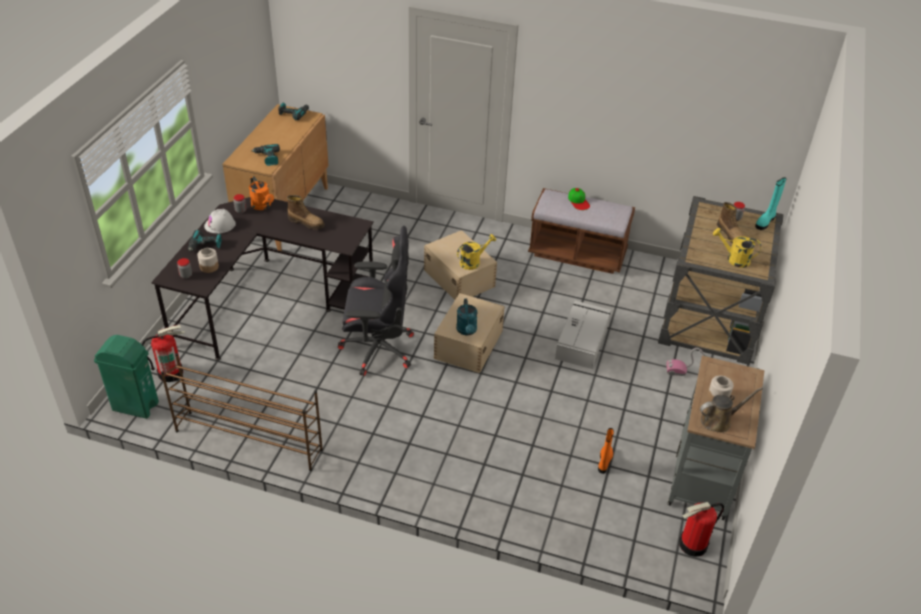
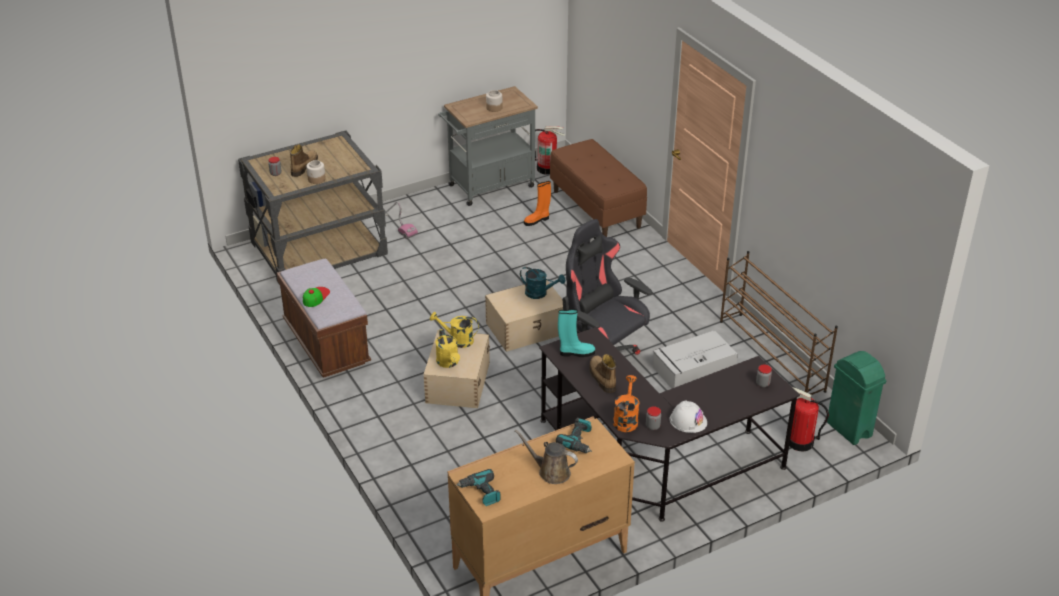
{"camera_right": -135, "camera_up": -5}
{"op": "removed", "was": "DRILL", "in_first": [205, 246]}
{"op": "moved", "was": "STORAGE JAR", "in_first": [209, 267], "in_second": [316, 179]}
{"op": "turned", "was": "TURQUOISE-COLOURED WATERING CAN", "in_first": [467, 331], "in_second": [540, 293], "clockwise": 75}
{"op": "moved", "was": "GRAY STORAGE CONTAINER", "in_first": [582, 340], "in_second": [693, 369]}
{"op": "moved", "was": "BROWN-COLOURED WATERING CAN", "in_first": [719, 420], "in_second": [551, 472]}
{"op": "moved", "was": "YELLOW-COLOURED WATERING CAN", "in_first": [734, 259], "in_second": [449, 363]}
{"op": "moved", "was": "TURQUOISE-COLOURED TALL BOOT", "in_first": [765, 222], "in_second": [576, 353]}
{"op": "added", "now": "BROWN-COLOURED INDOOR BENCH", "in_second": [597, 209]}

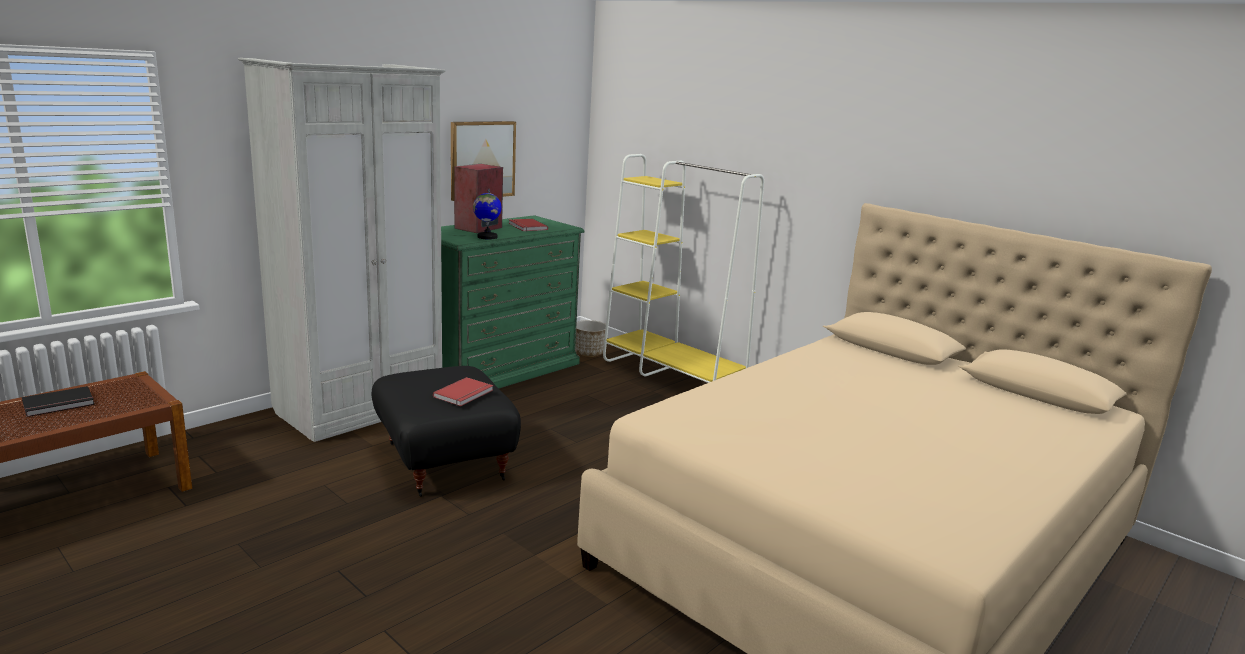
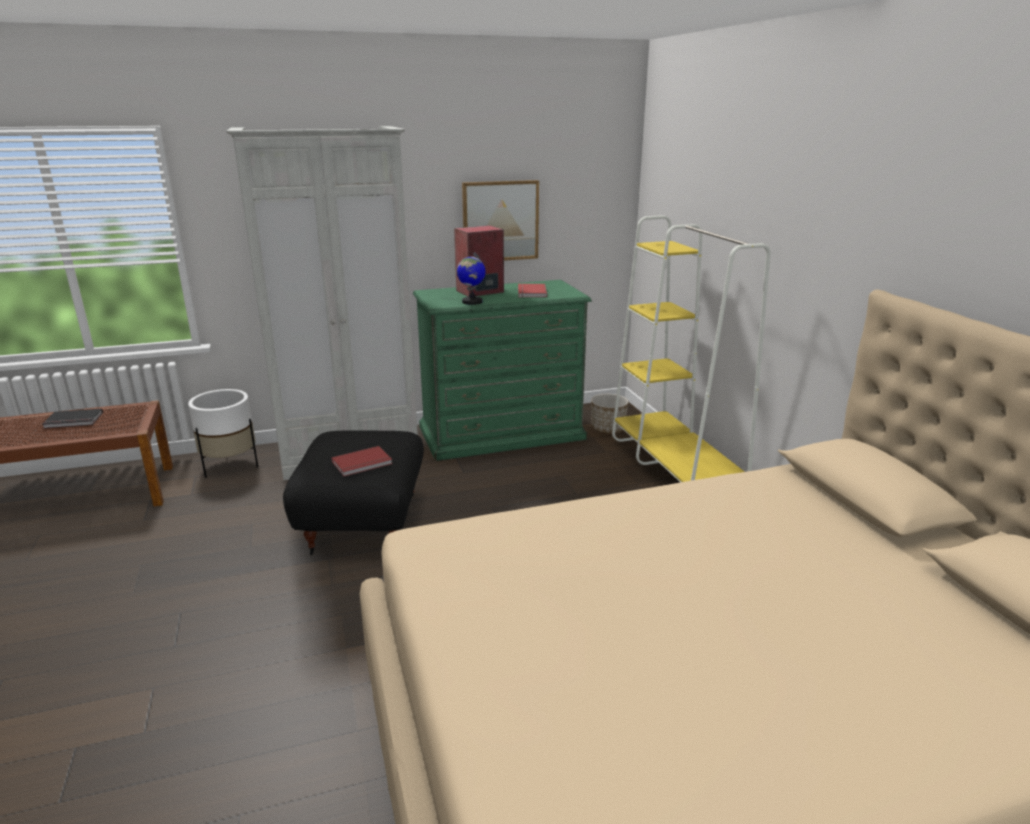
{"camera_right": 30, "camera_up": 5}
{"op": "added", "now": "WHITE-COLOURED PLANTER", "in_second": [230, 466]}

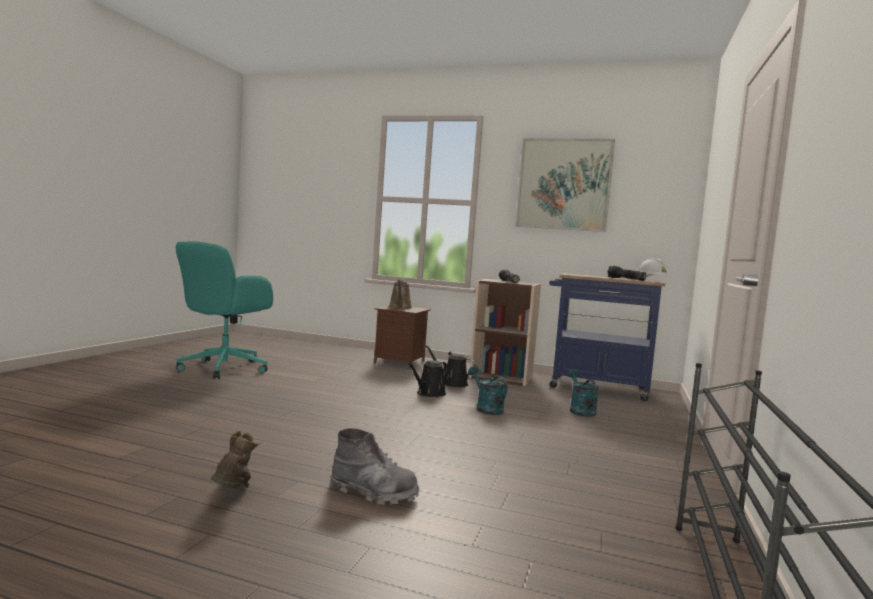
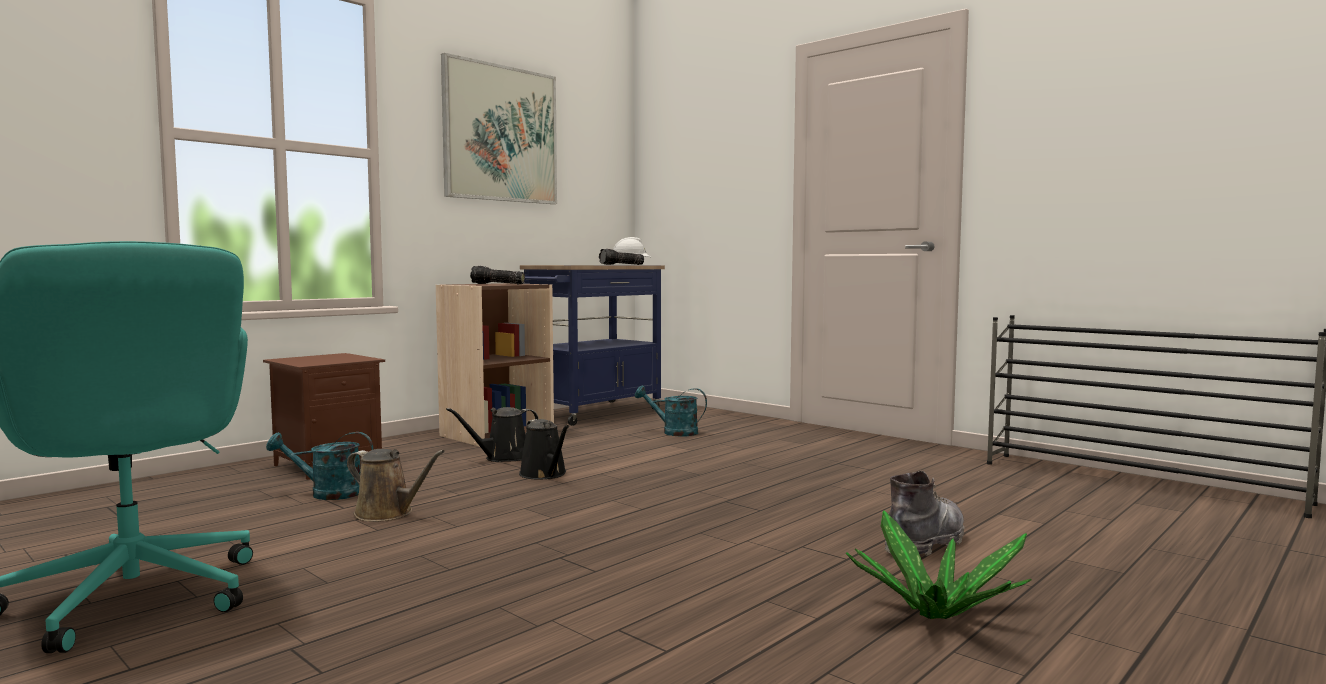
{"camera_right": -65, "camera_up": 0}
{"op": "replaced", "was": "BROWN-COLOURED TALL BOOT", "now": "HOUSEPLANT", "in_first": [234, 493], "in_second": [936, 614]}
{"op": "moved", "was": "BROWN-COLOURED WATERING CAN", "in_first": [400, 307], "in_second": [388, 513]}
{"op": "moved", "was": "TURQUOISE-COLOURED WATERING CAN", "in_first": [486, 408], "in_second": [327, 494]}

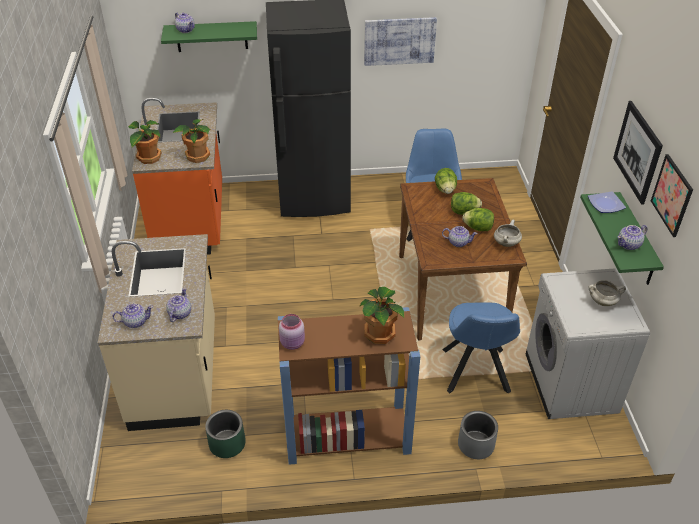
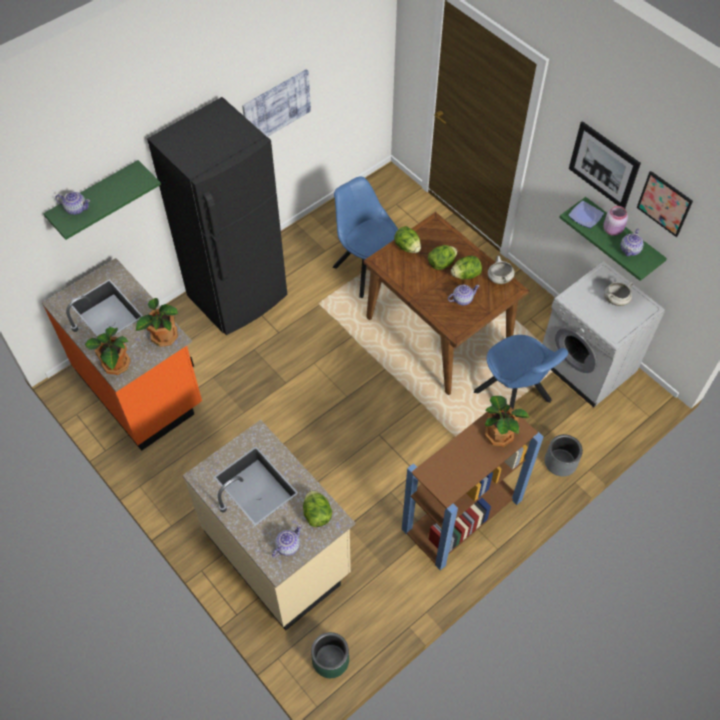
{"camera_right": -35, "camera_up": 15}
{"op": "replaced", "was": "TEAPOT", "now": "HEAD OF LETTUCE", "in_first": [179, 313], "in_second": [317, 514]}
{"op": "moved", "was": "GREENISH PLANTER", "in_first": [227, 444], "in_second": [330, 660]}
{"op": "moved", "was": "PINK-COLOURED STORAGE JAR", "in_first": [293, 343], "in_second": [613, 230]}

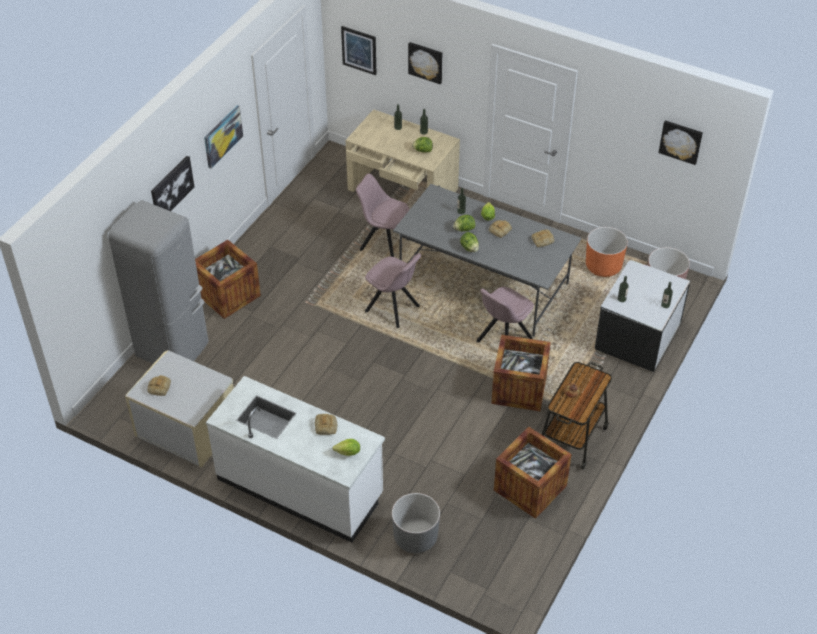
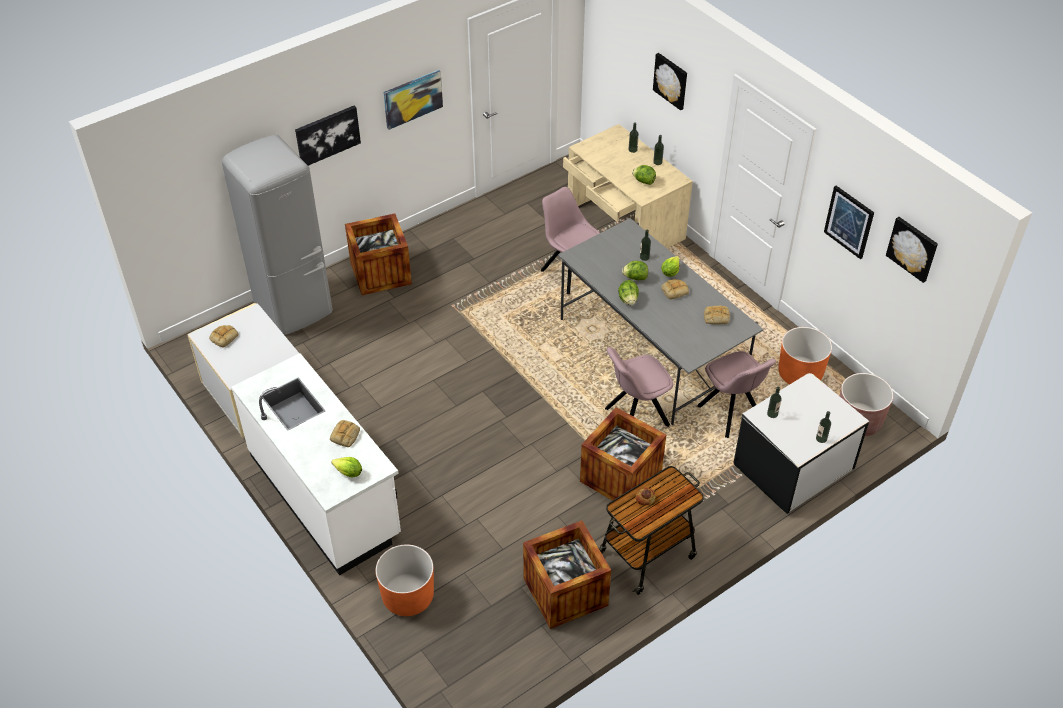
{"camera_right": 25, "camera_up": 0}
{"op": "moved", "was": "WALL ART", "in_first": [359, 50], "in_second": [849, 222]}
{"op": "moved", "was": "PINK-COLOURED PLAIN CHAIR", "in_first": [393, 309], "in_second": [731, 413]}
{"op": "recoloured", "was": "GRAY PLANTER", "now": "ORANGE-COLOURED PLANTER", "in_first": [415, 537], "in_second": [408, 596]}

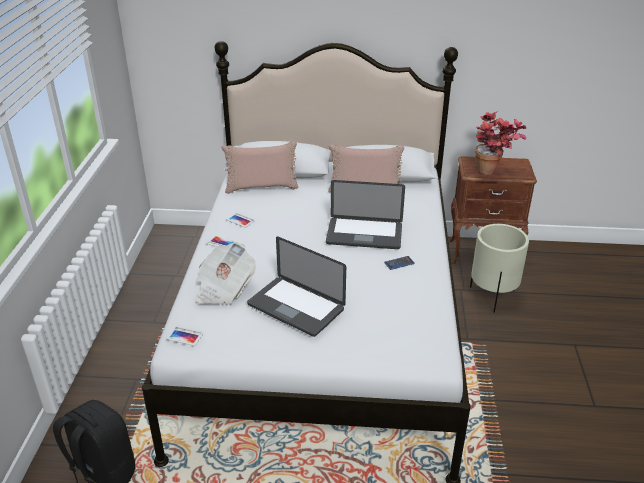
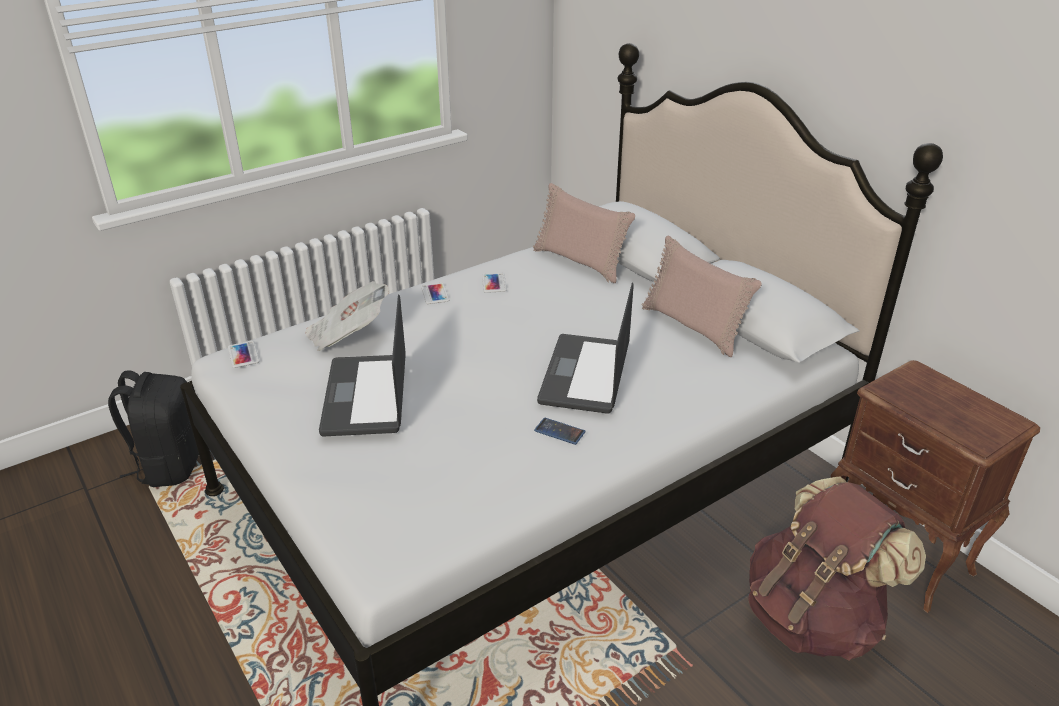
{"camera_right": 50, "camera_up": 0}
{"op": "turned", "was": "NOTEBOOK COMPUTER", "in_first": [364, 234], "in_second": [585, 375], "clockwise": 45}
{"op": "replaced", "was": "BEIGE-COLOURED PLANTER", "now": "BROWN-COLOURED BACKPACK", "in_first": [492, 296], "in_second": [813, 617]}
{"op": "removed", "was": "HOUSEPLANT", "in_first": [492, 173]}

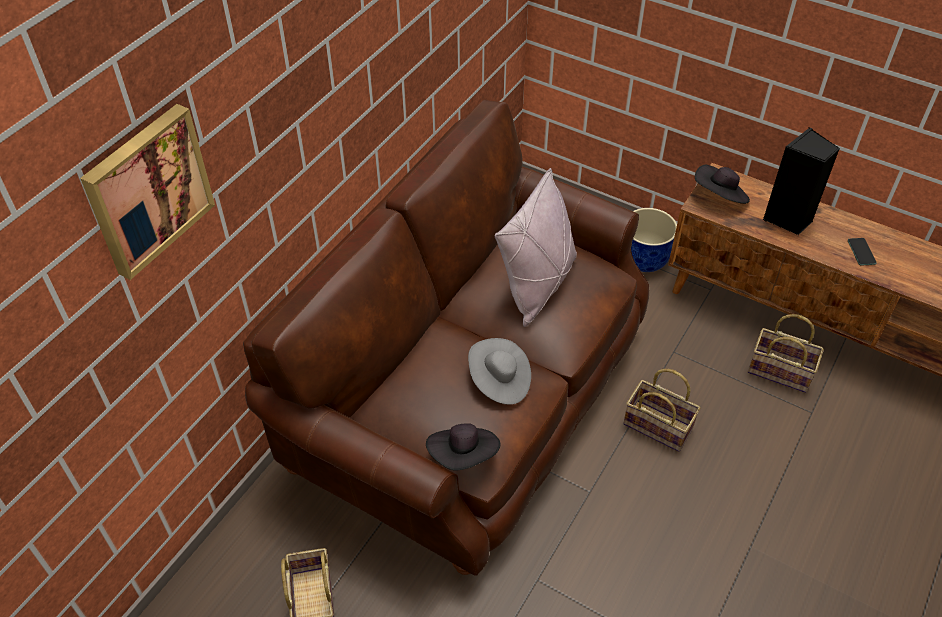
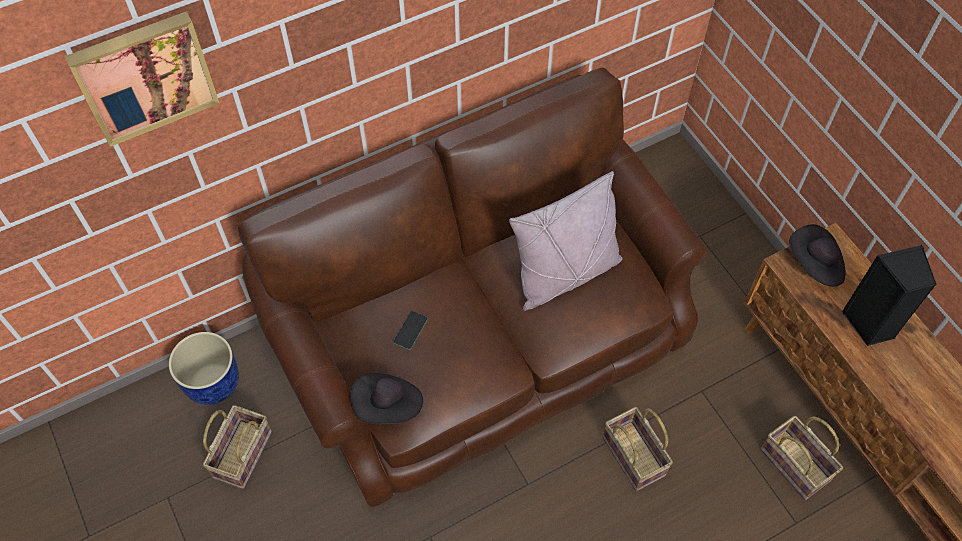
{"camera_right": 30, "camera_up": 10}
{"op": "removed", "was": "GRAY HAT", "in_first": [499, 381]}
{"op": "moved", "was": "BLUE-COLOURED PLANTER", "in_first": [644, 258], "in_second": [213, 382]}
{"op": "moved", "was": "PHONE", "in_first": [861, 252], "in_second": [410, 330]}

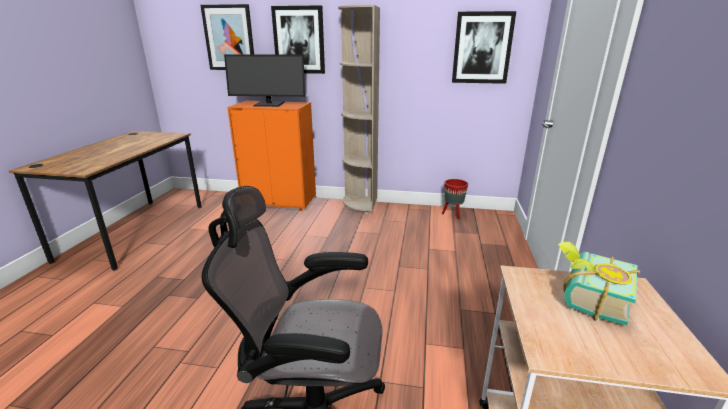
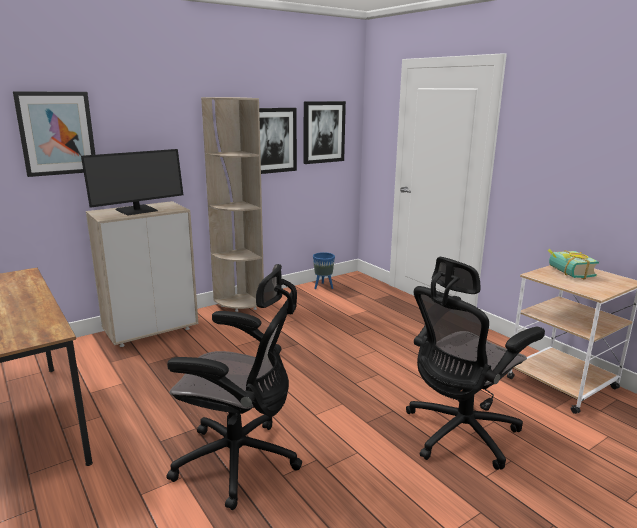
{"camera_right": -45, "camera_up": -5}
{"op": "recoloured", "was": "ORANGE-COLOURED CABINET", "now": "BEIGE-COLOURED CABINET", "in_first": [281, 203], "in_second": [152, 331]}
{"op": "moved", "was": "WALL ART", "in_first": [299, 40], "in_second": [273, 140]}
{"op": "recoloured", "was": "REDDISH PLANTER", "now": "BLUE-COLOURED PLANTER", "in_first": [453, 215], "in_second": [323, 287]}
{"op": "added", "now": "COMPUTER CHAIR", "in_second": [238, 460]}

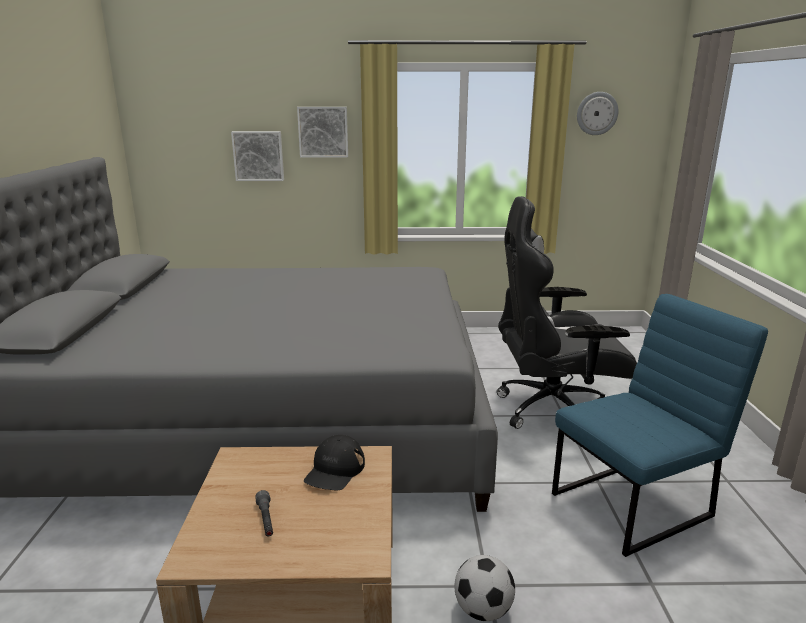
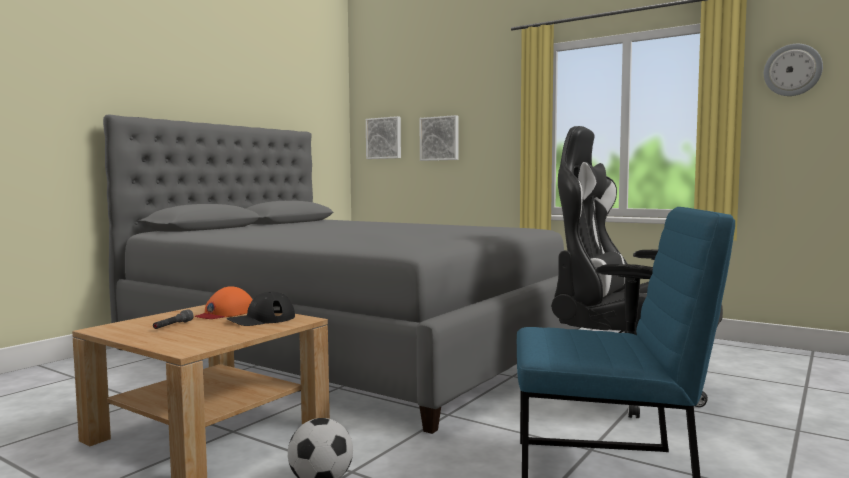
{"camera_right": 35, "camera_up": -15}
{"op": "moved", "was": "WALL ART", "in_first": [323, 132], "in_second": [384, 138]}
{"op": "added", "now": "ORANGE-COLOURED PEAKED CAP", "in_second": [225, 313]}

